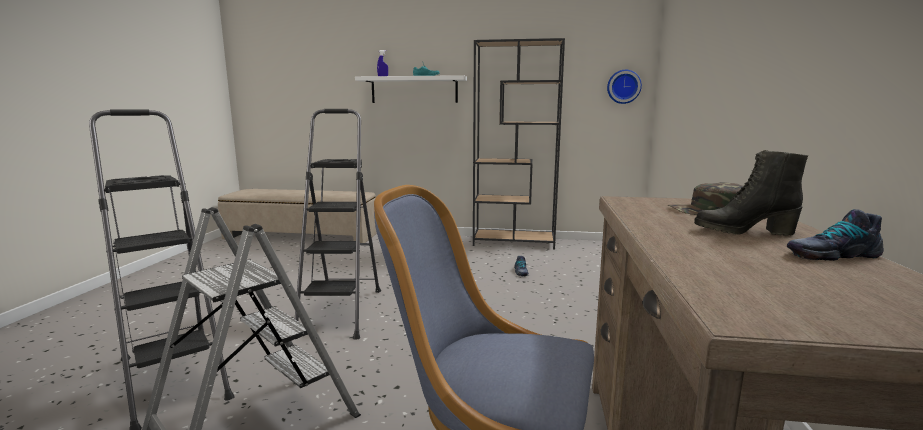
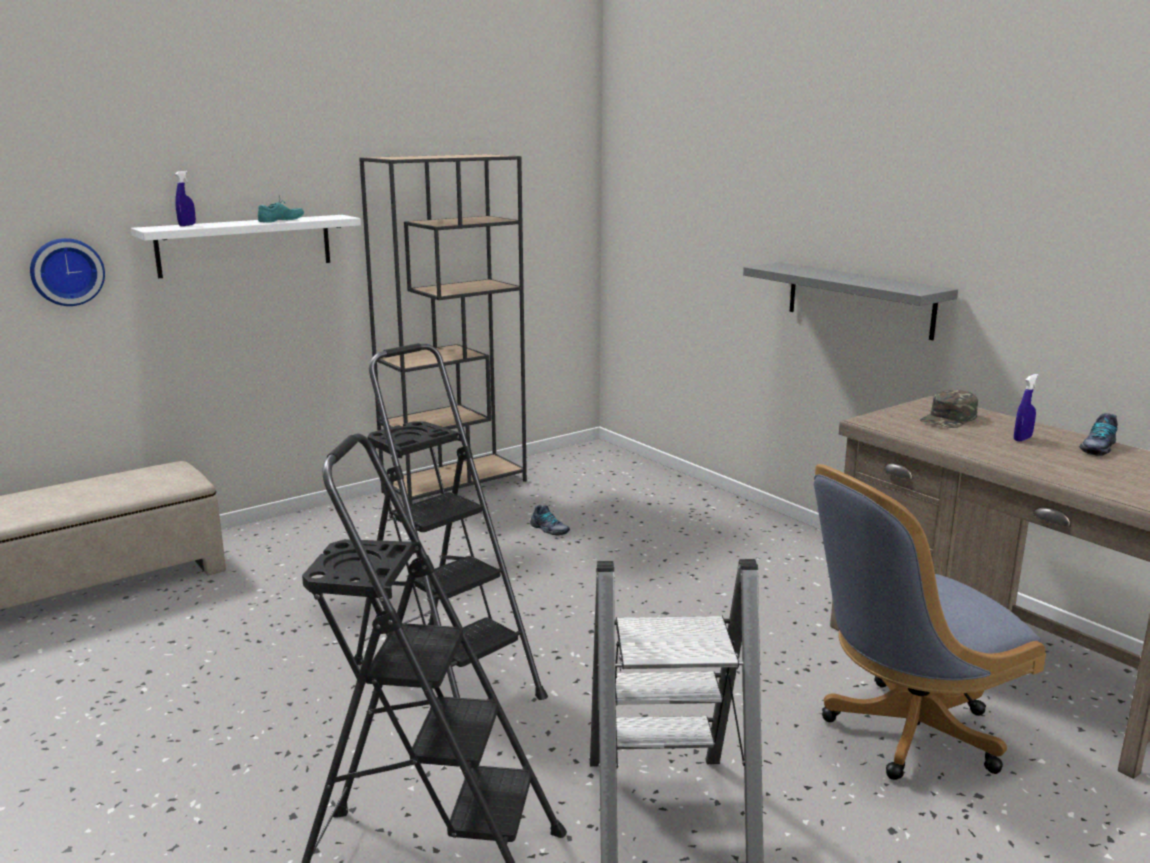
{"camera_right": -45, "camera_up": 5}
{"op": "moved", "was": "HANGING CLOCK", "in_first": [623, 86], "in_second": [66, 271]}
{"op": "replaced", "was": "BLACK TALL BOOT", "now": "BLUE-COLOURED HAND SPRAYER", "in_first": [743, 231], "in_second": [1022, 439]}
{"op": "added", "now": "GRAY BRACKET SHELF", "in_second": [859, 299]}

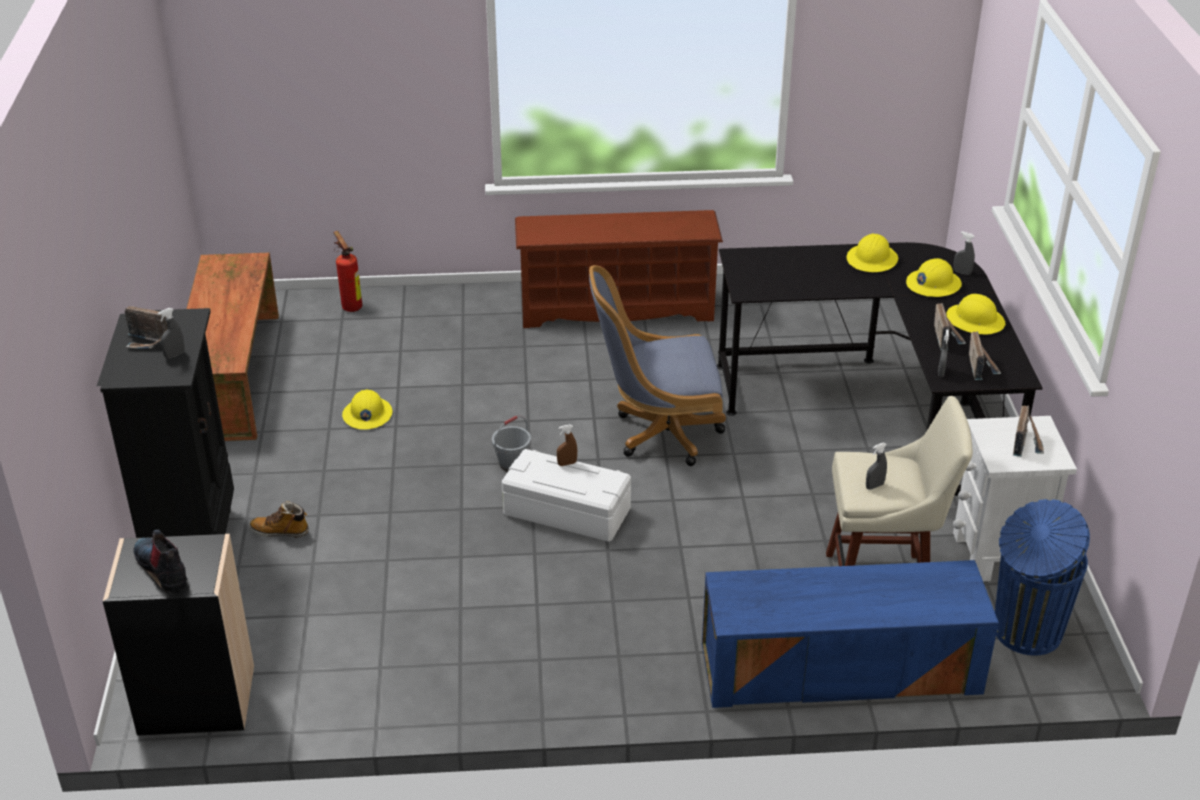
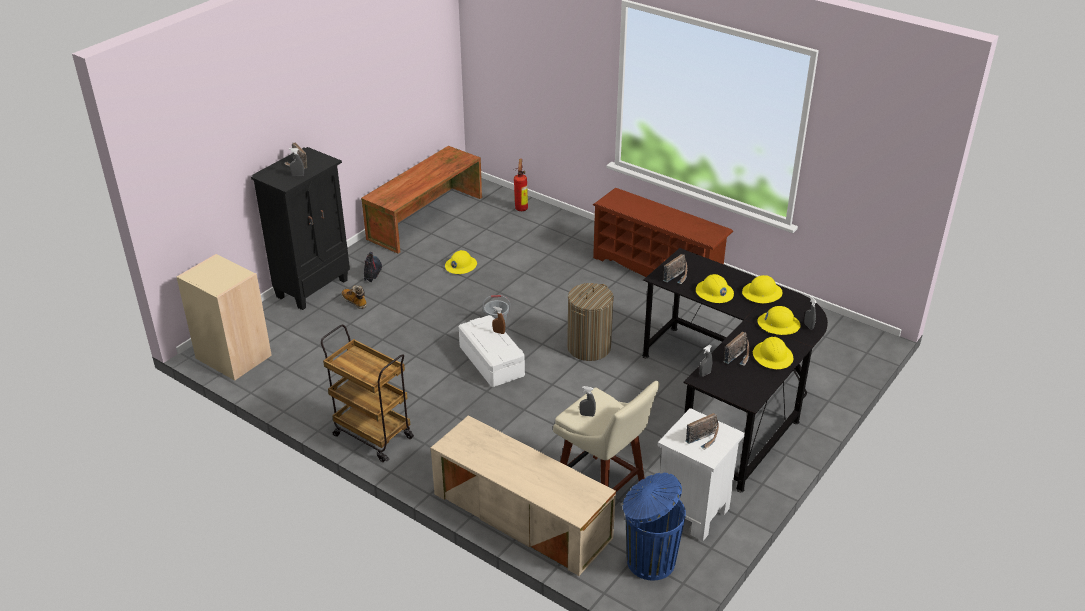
{"camera_right": 40, "camera_up": 0}
{"op": "recoloured", "was": "BLACK BOOKSHELF", "now": "BEIGE-COLOURED BOOKSHELF", "in_first": [195, 701], "in_second": [232, 357]}
{"op": "moved", "was": "TALL BOOT", "in_first": [163, 570], "in_second": [372, 272]}
{"op": "replaced", "was": "BLUE-COLOURED COMPUTER CHAIR", "now": "LAUNDRY BASKET", "in_first": [657, 435], "in_second": [589, 347]}
{"op": "recoloured", "was": "BLUE-COLOURED INDOOR BENCH", "now": "BEIGE-COLOURED INDOOR BENCH", "in_first": [838, 670], "in_second": [519, 516]}
{"op": "moved", "was": "RADIO", "in_first": [981, 367], "in_second": [677, 277]}
{"op": "added", "now": "BROWN-COLOURED CART", "in_second": [372, 436]}
{"op": "added", "now": "YELLOW-COLOURED HARD HAT", "in_second": [714, 293]}

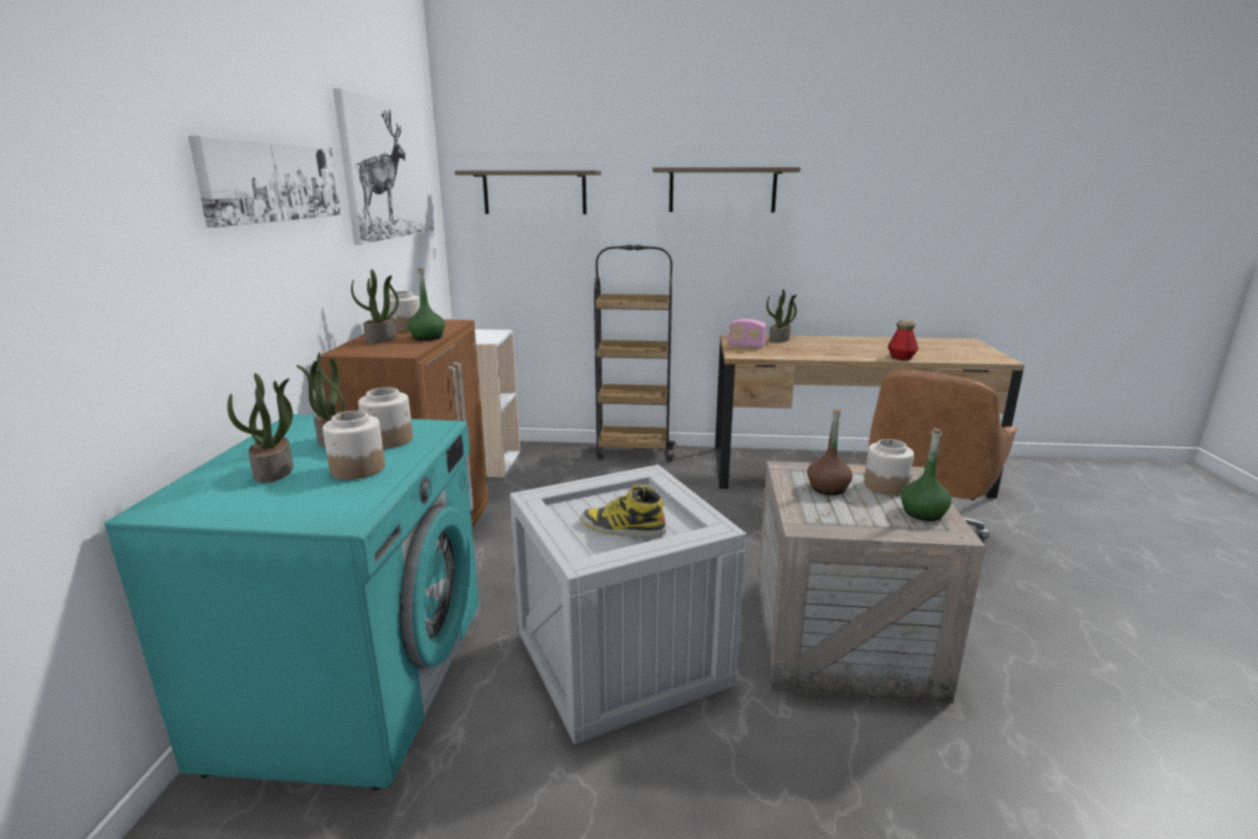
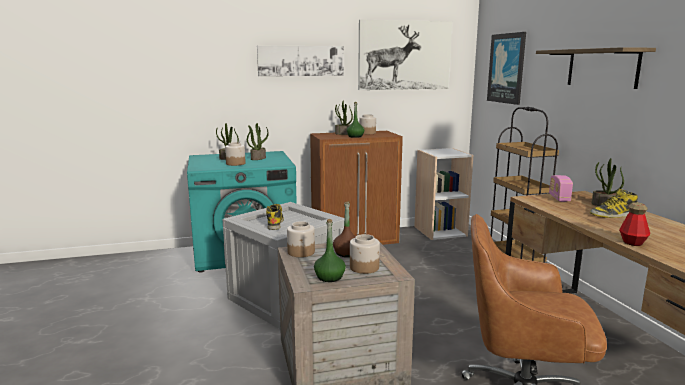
{"camera_right": 70, "camera_up": -5}
{"op": "moved", "was": "STORAGE JAR", "in_first": [389, 440], "in_second": [301, 252]}
{"op": "replaced", "was": "BRACKET SHELF", "now": "WALL ART", "in_first": [534, 192], "in_second": [506, 68]}
{"op": "added", "now": "TALL BOOT", "in_second": [613, 215]}

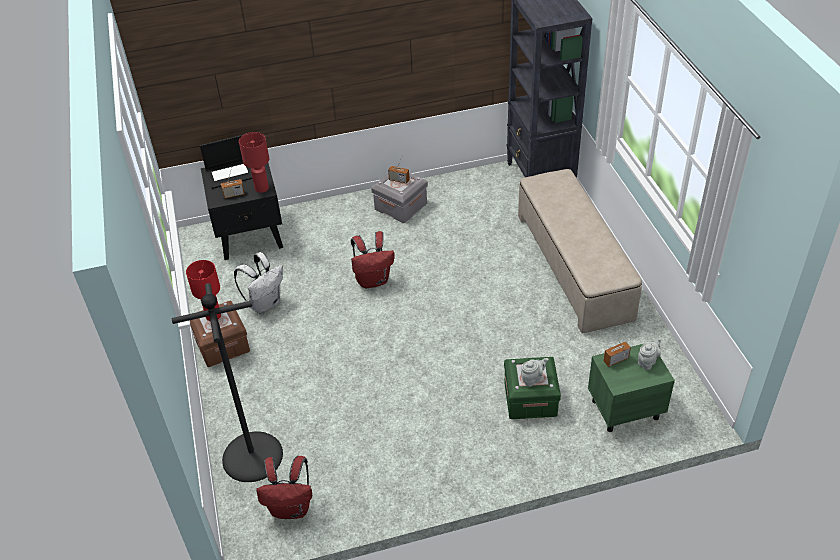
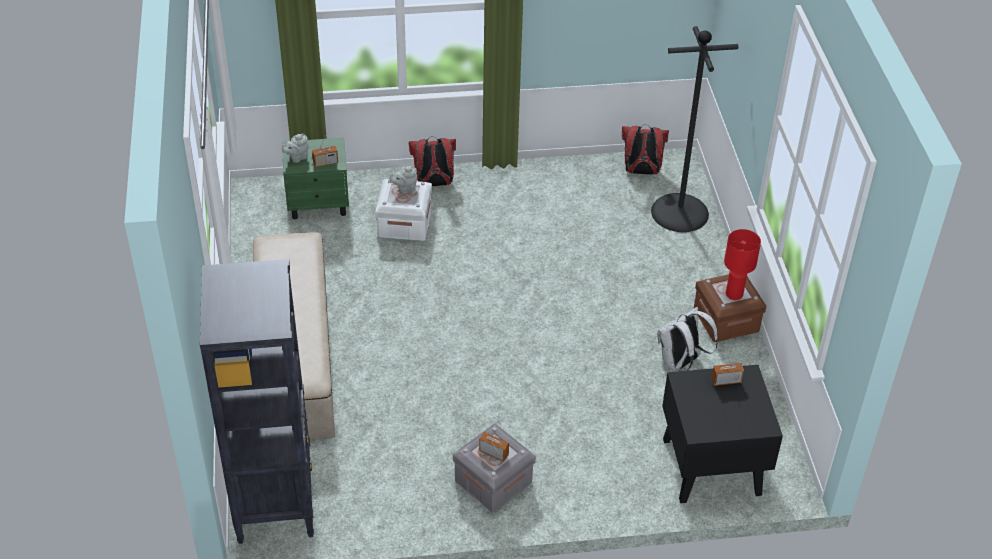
{"camera_right": -175, "camera_up": 0}
{"op": "removed", "was": "NOTEBOOK COMPUTER", "in_first": [230, 173]}
{"op": "removed", "was": "REDDISH TABLETOP LAMP", "in_first": [261, 188]}
{"op": "moved", "was": "REDDISH BACKPACK", "in_first": [373, 280], "in_second": [434, 184]}
{"op": "recoloured", "was": "GREENISH STORAGE CONTAINER", "now": "WHITE-COLOURED STORAGE CONTAINER", "in_first": [530, 399], "in_second": [404, 223]}

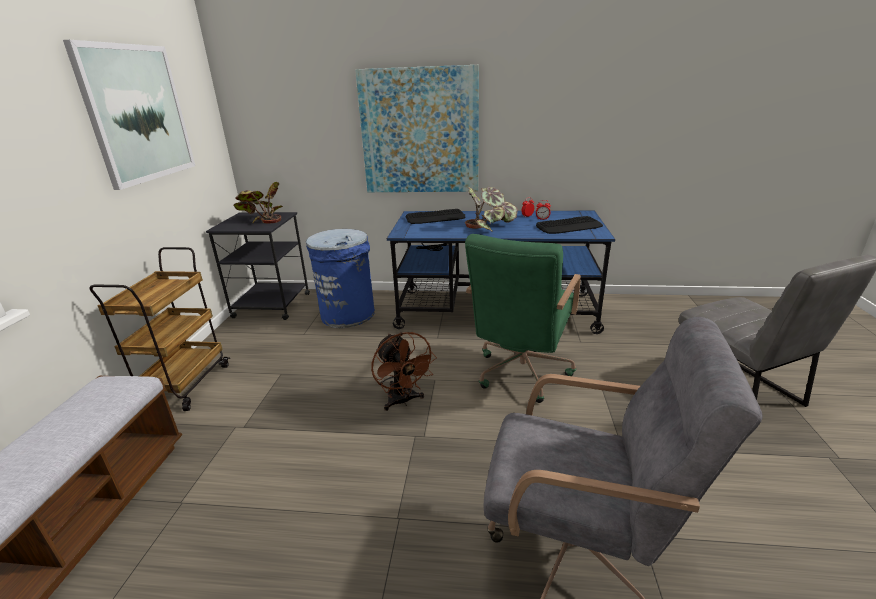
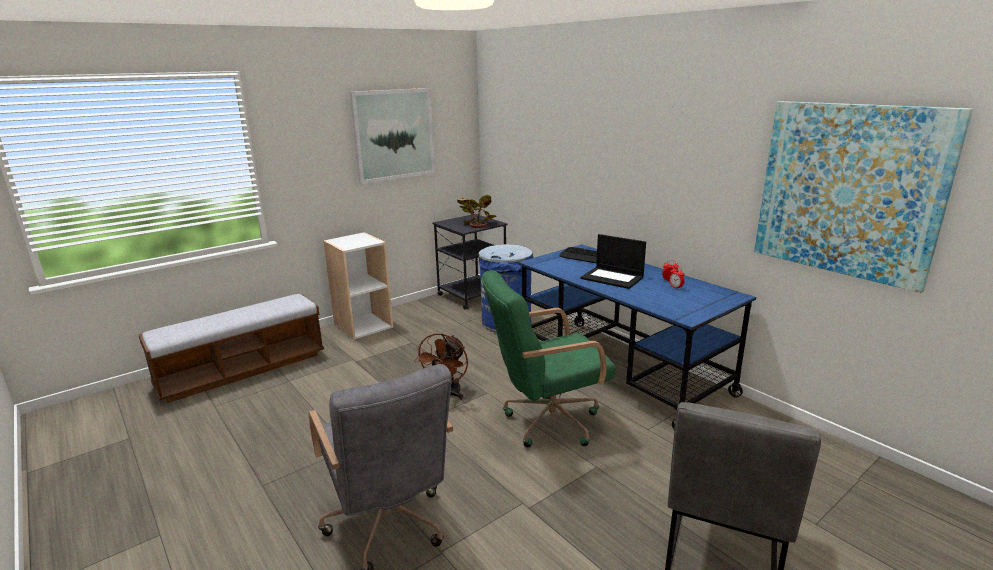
{"camera_right": 45, "camera_up": -5}
{"op": "replaced", "was": "BROWN-COLOURED CART", "now": "BOOKSHELF", "in_first": [187, 385], "in_second": [364, 326]}
{"op": "moved", "was": "WALL ART", "in_first": [419, 132], "in_second": [848, 191]}
{"op": "replaced", "was": "HOUSEPLANT", "now": "NOTEBOOK COMPUTER", "in_first": [489, 226], "in_second": [613, 278]}
{"op": "removed", "was": "COMPUTER KEYBOARD", "in_first": [569, 226]}

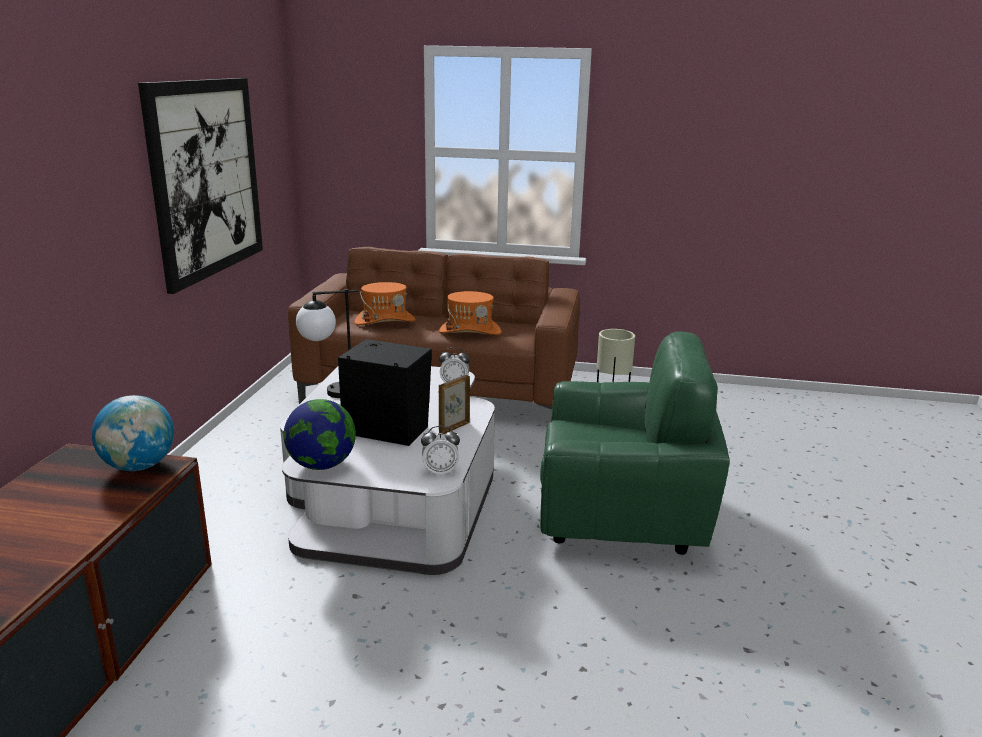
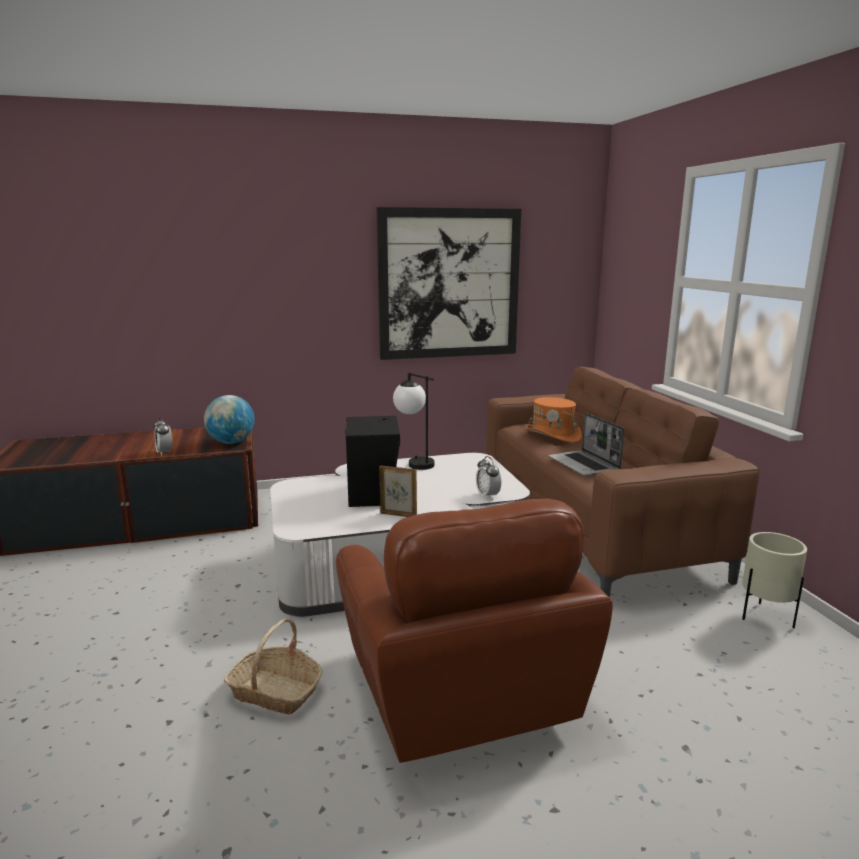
{"camera_right": 65, "camera_up": -5}
{"op": "removed", "was": "WORLD GLOBE", "in_first": [322, 465]}
{"op": "moved", "was": "TABLE CLOCK", "in_first": [440, 472], "in_second": [165, 453]}
{"op": "replaced", "was": "ORANGE-COLOURED HAT", "now": "NOTEBOOK COMPUTER", "in_first": [470, 331], "in_second": [584, 465]}
{"op": "recoloured", "was": "GREENISH ARMCHAIR", "now": "BROWN-COLOURED ARMCHAIR", "in_first": [623, 514], "in_second": [458, 690]}
{"op": "added", "now": "HOUSEHOLD BASKET", "in_second": [275, 691]}

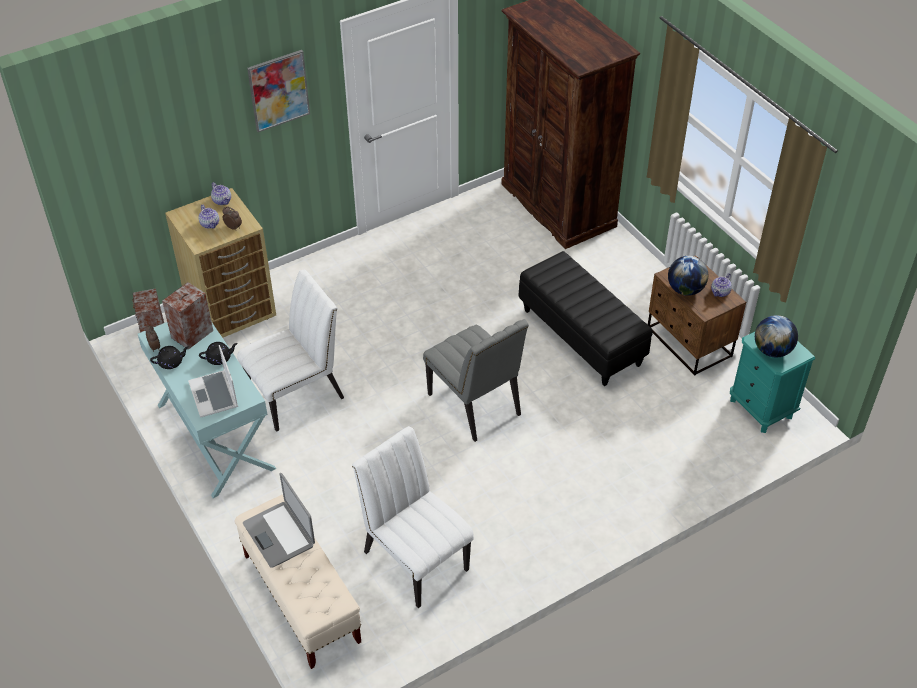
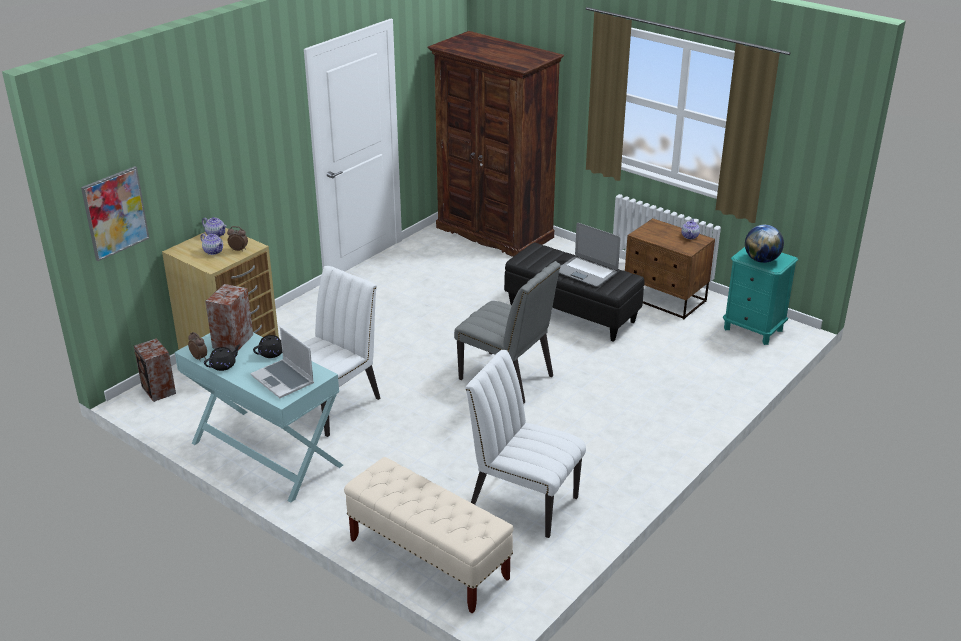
{"camera_right": -20, "camera_up": -15}
{"op": "moved", "was": "NOTEBOOK COMPUTER", "in_first": [279, 534], "in_second": [586, 272]}
{"op": "moved", "was": "WALL ART", "in_first": [278, 90], "in_second": [115, 213]}
{"op": "removed", "was": "WORLD GLOBE", "in_first": [685, 289]}

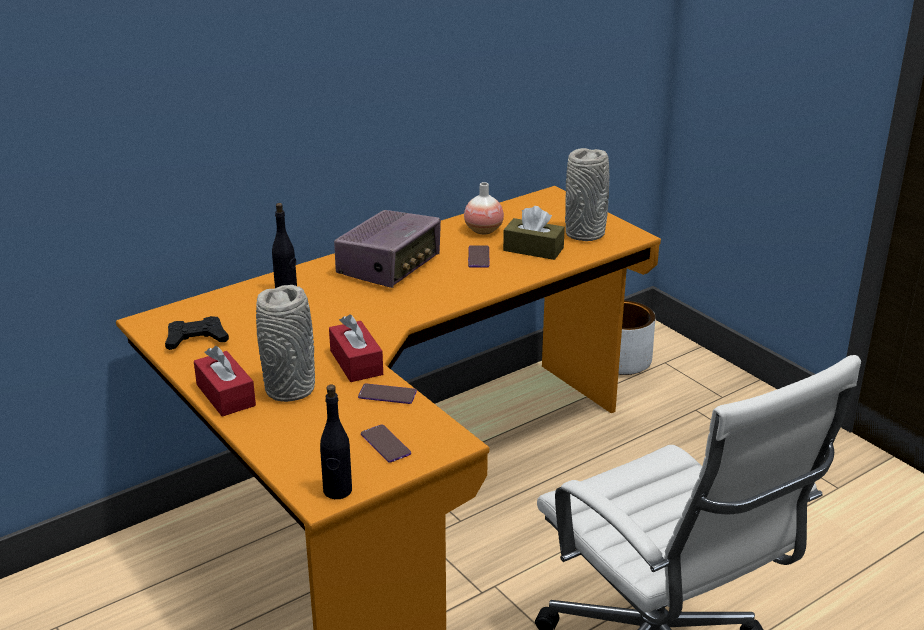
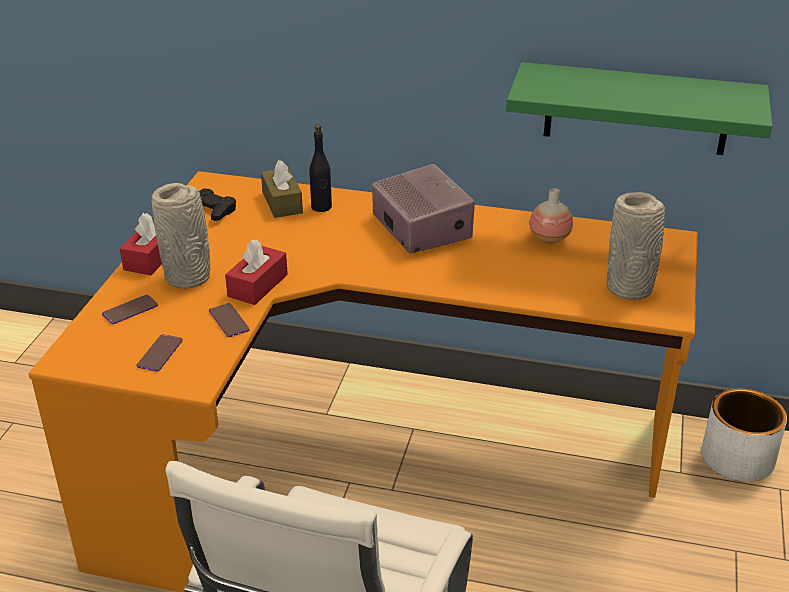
{"camera_right": 50, "camera_up": 5}
{"op": "removed", "was": "BLACK DRINK BOTTLE", "in_first": [337, 491]}
{"op": "turned", "was": "RADIO", "in_first": [389, 266], "in_second": [421, 227], "clockwise": -105}
{"op": "moved", "was": "PHONE", "in_first": [478, 257], "in_second": [130, 310]}
{"op": "moved", "was": "BROWN-COLOURED BOX OF TISSUES", "in_first": [533, 249], "in_second": [282, 202]}
{"op": "added", "now": "GREENISH BRACKET SHELF", "in_second": [636, 109]}

